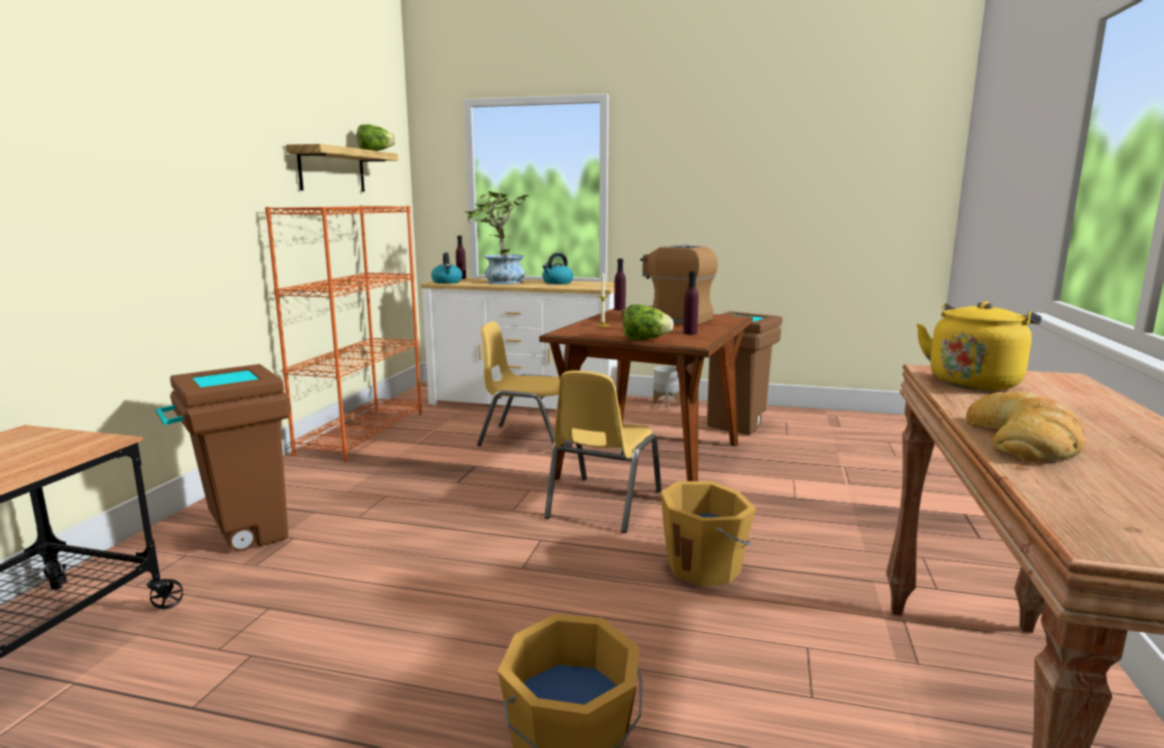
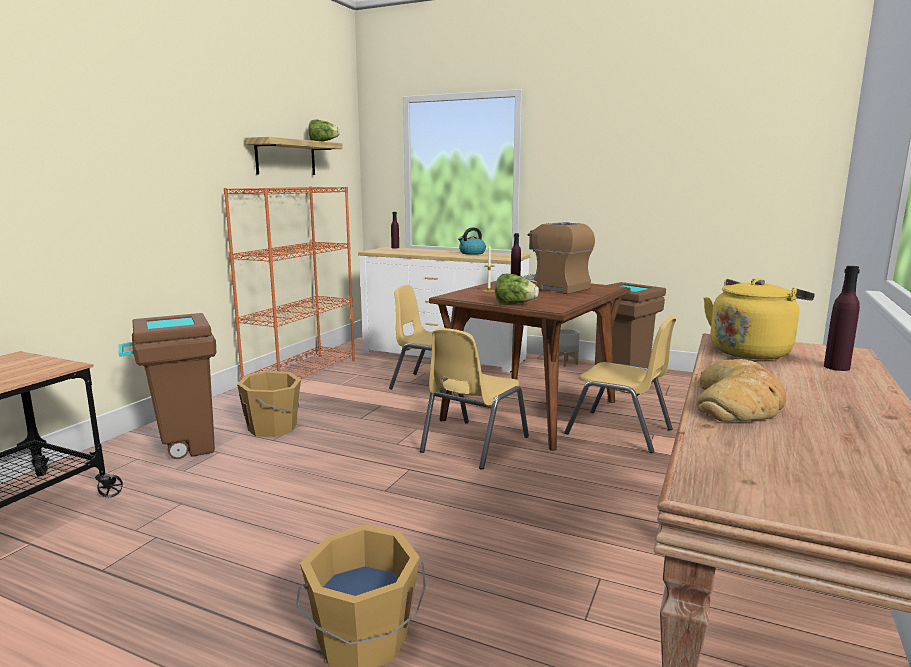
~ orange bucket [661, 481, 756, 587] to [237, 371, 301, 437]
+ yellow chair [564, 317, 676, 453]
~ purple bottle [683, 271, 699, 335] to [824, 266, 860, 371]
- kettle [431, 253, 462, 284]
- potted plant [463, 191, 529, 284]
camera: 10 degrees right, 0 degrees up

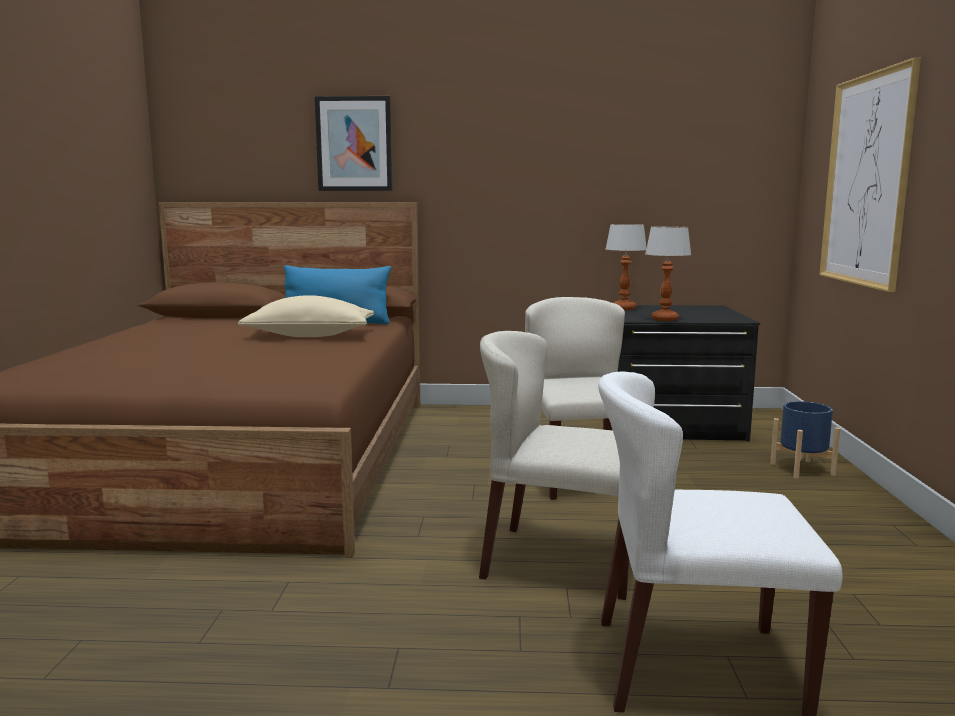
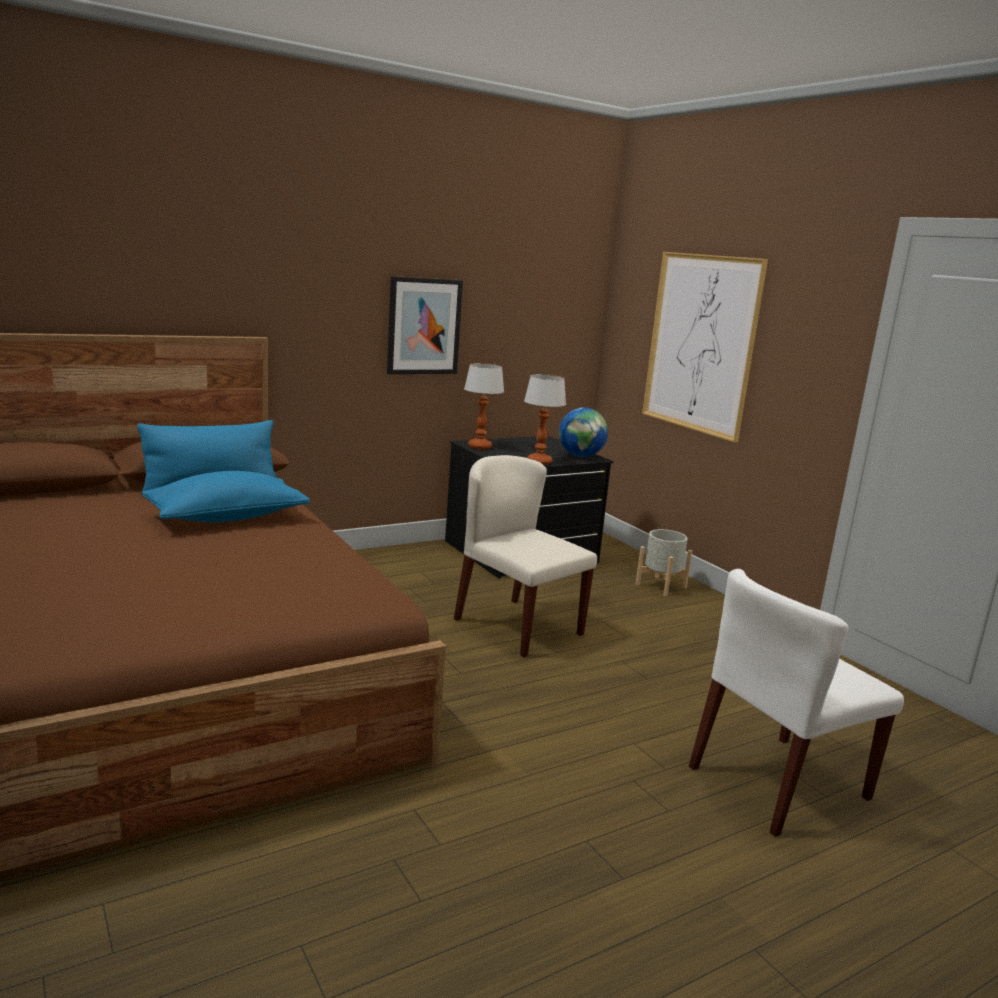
~ beige pillow [238, 295, 374, 337] to blue pillow [142, 471, 310, 522]
~ picture [315, 96, 392, 191] to [387, 276, 463, 374]
+ globe [559, 407, 608, 457]
~ blue planter [770, 401, 840, 479] to grey planter [636, 529, 692, 596]
- beige chair [479, 331, 629, 600]
camera: 35 degrees left, 5 degrees up

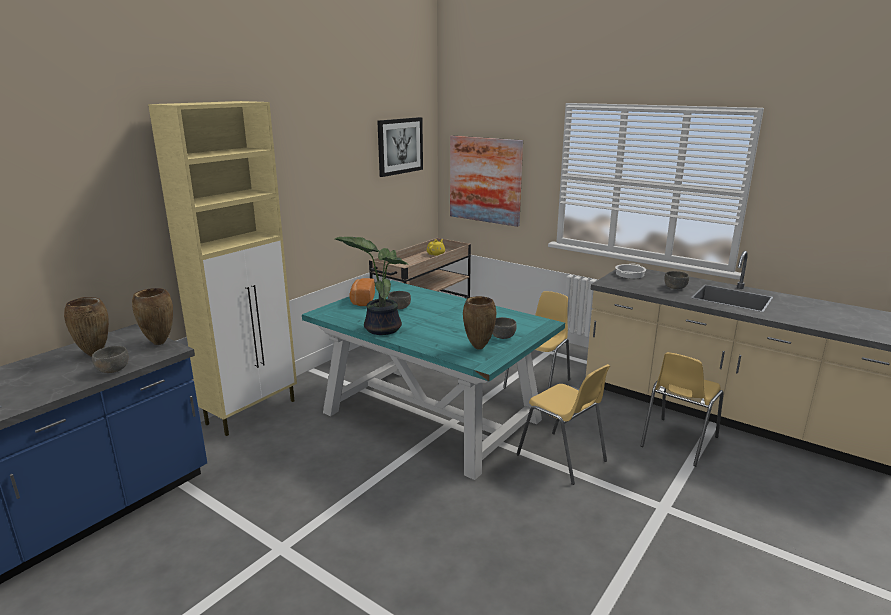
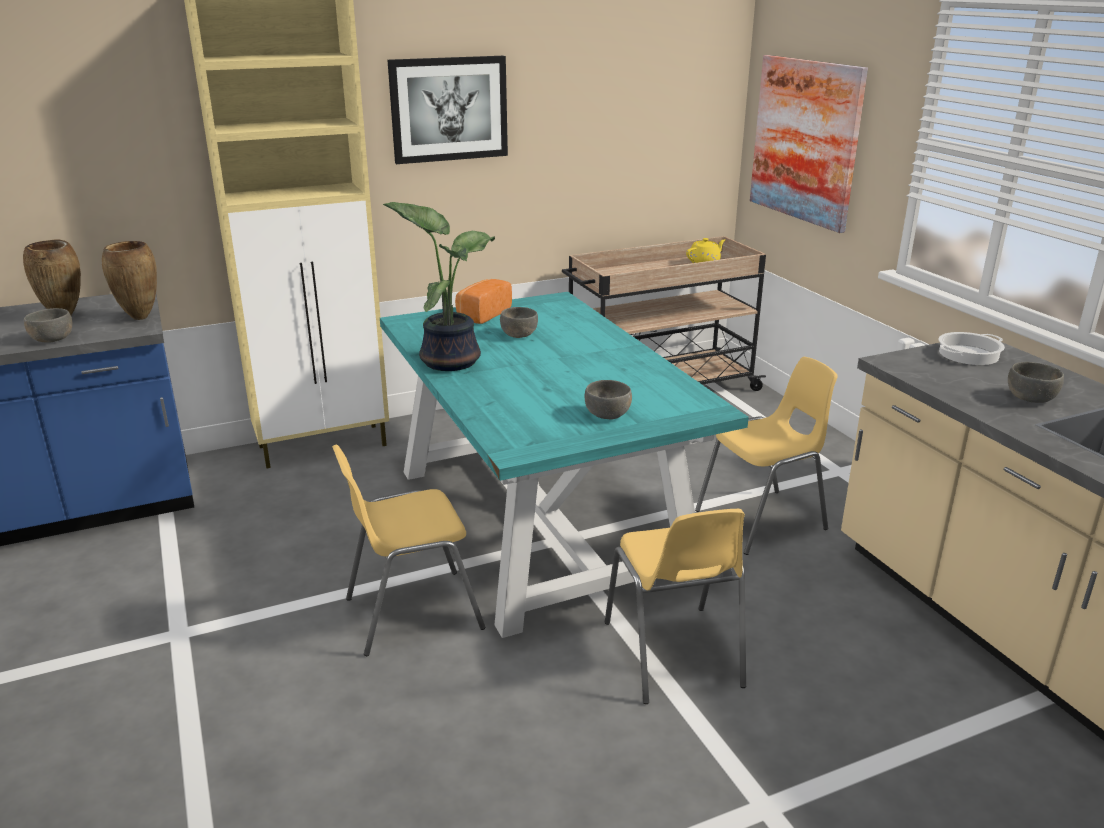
~ yellow chair [641, 352, 724, 466] to [332, 445, 485, 656]
~ picture [377, 117, 423, 177] to [388, 56, 508, 164]
- brown vase [463, 296, 496, 350]
camera: 30 degrees right, 5 degrees up

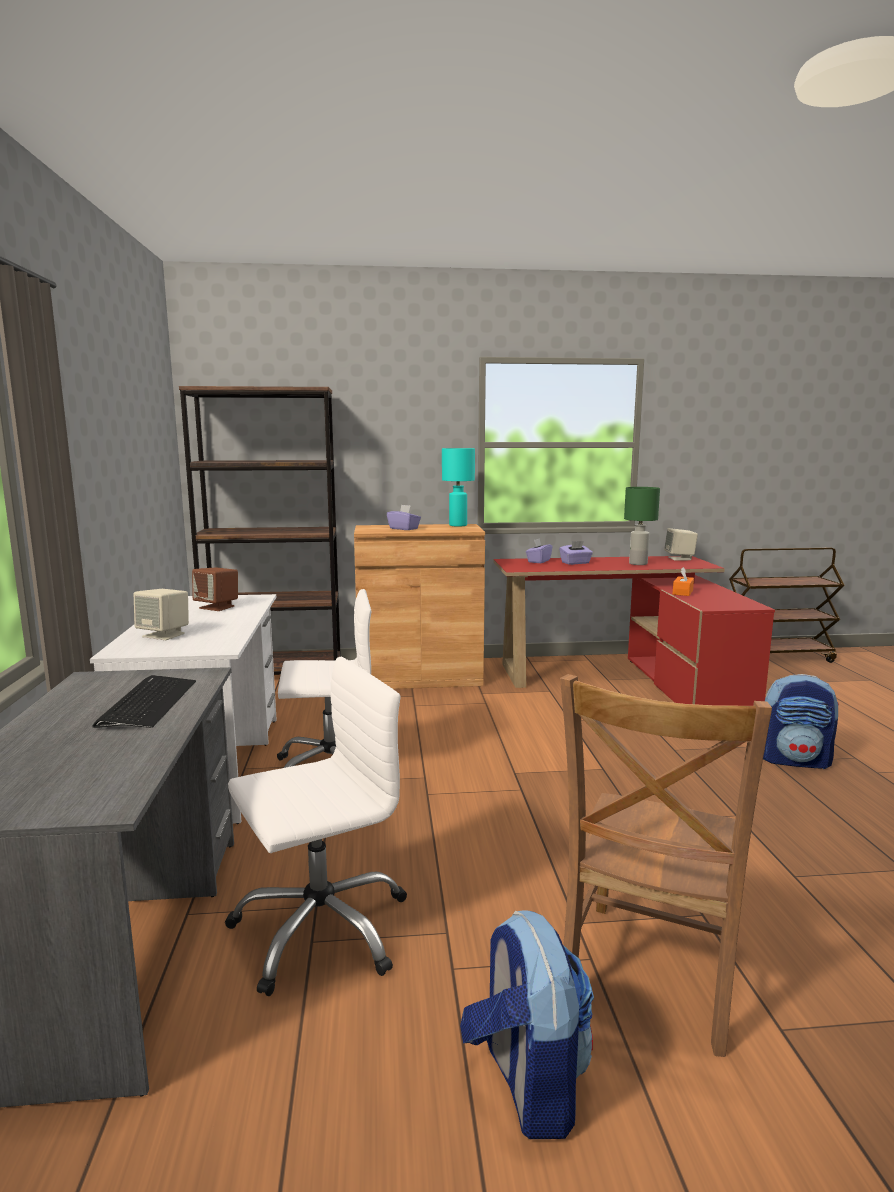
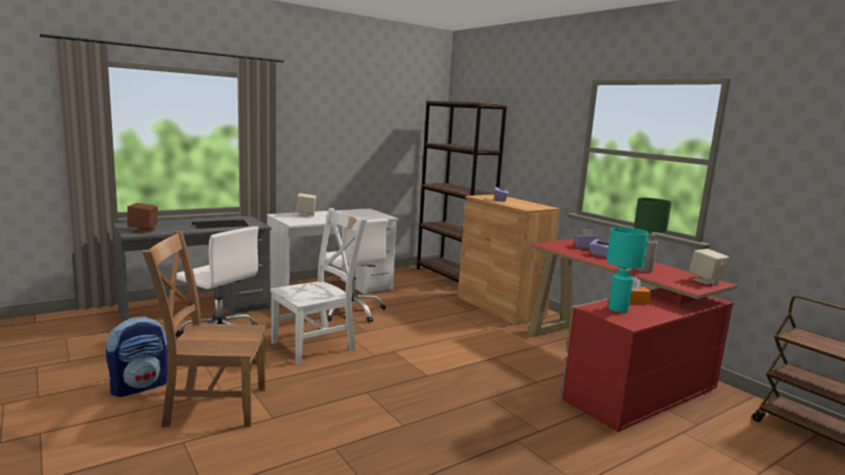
~ brown speaker [192, 567, 238, 611] to [127, 203, 158, 233]
+ white chair [270, 208, 367, 365]
~ turquoise table lamp [442, 448, 475, 527] to [607, 227, 649, 313]
- backpack [763, 674, 839, 769]
camera: 60 degrees right, 0 degrees up

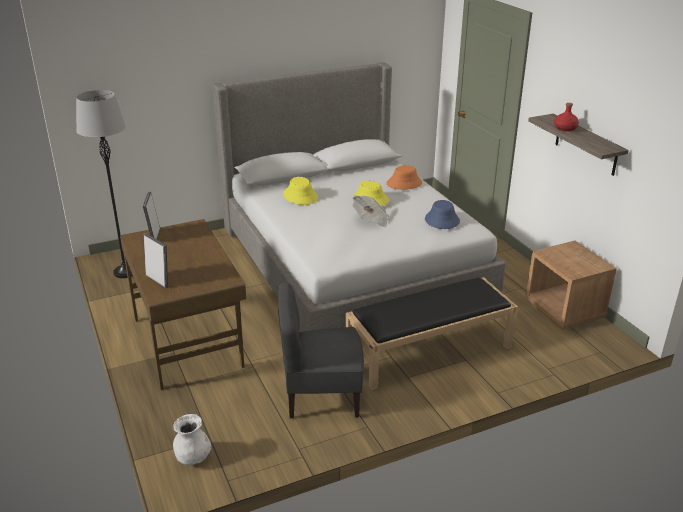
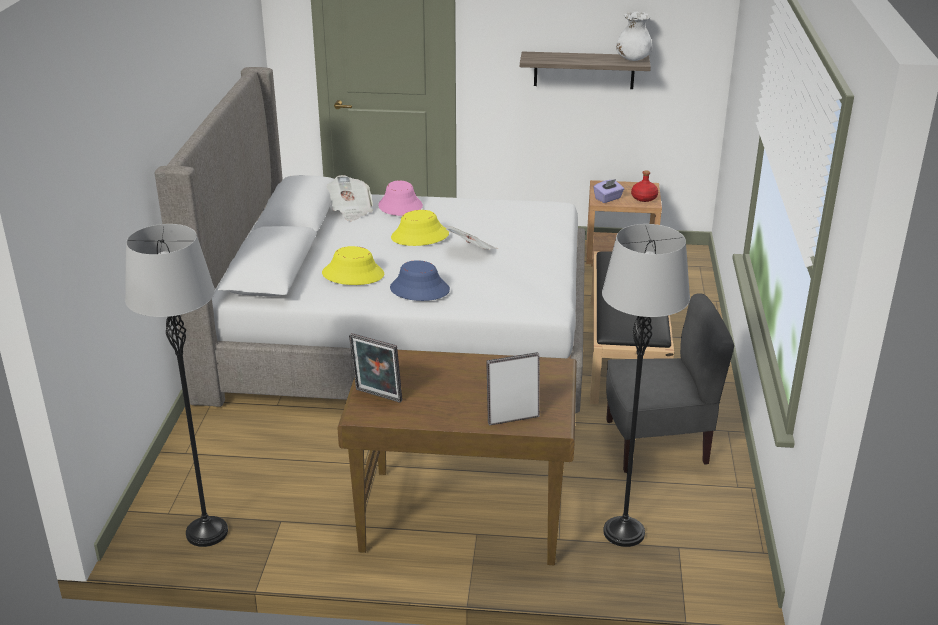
+ newspaper [326, 175, 373, 221]
~ orange hat [387, 165, 422, 190] to pink hat [378, 181, 423, 216]
~ blue hat [425, 200, 460, 229] to [390, 260, 450, 301]
+ purple tissue box [593, 179, 624, 203]
+ grey floor lamp [602, 224, 690, 547]
~ grey chair [278, 283, 364, 419] = [606, 293, 734, 473] 120 degrees counterclockwise
~ white vase [173, 414, 211, 465] to [616, 12, 653, 61]
~ red bottle [554, 103, 579, 131] to [631, 170, 658, 202]
camera: 60 degrees left, 0 degrees up

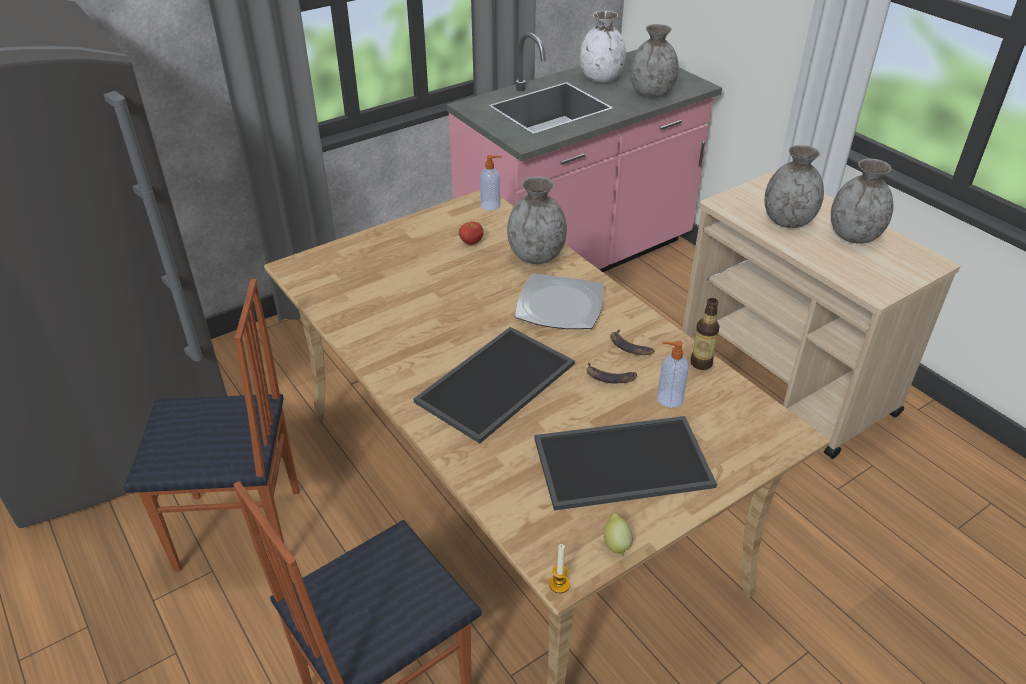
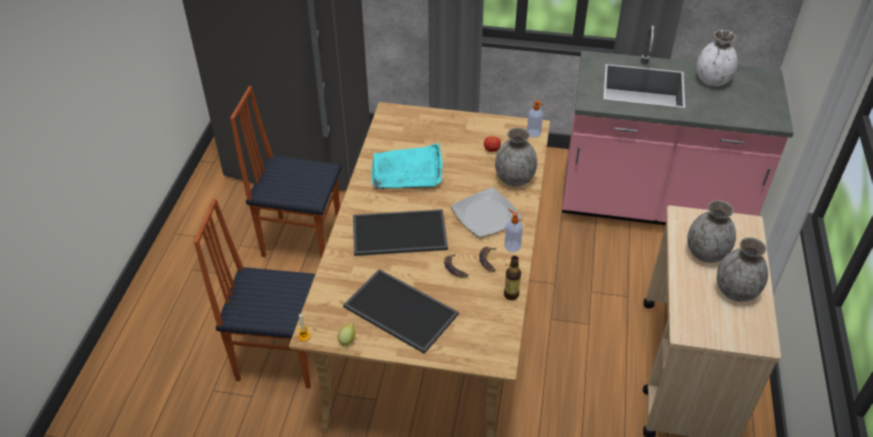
~ chair [124, 279, 299, 572] = [230, 86, 342, 258] 150 degrees clockwise
+ turquoise tray [371, 143, 443, 189]
~ soap dispenser [657, 341, 689, 408] to [504, 209, 523, 252]
- grey vase [630, 24, 679, 98]
camera: 45 degrees right, 5 degrees up

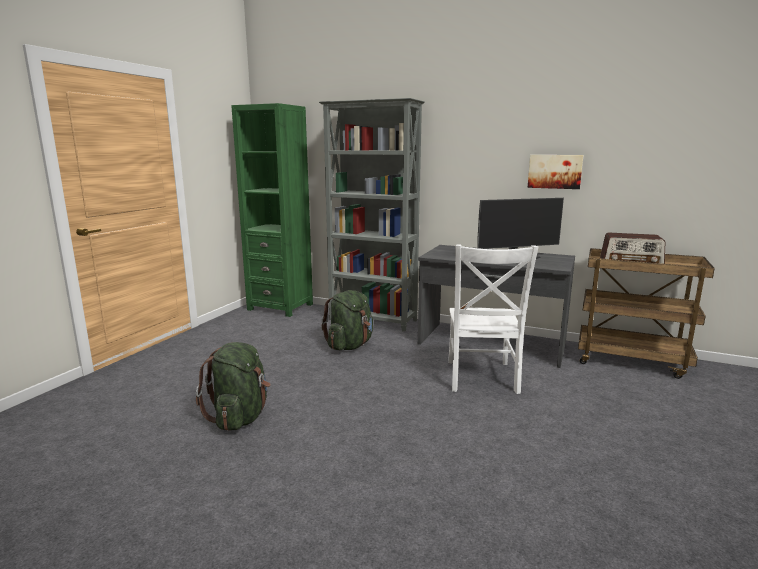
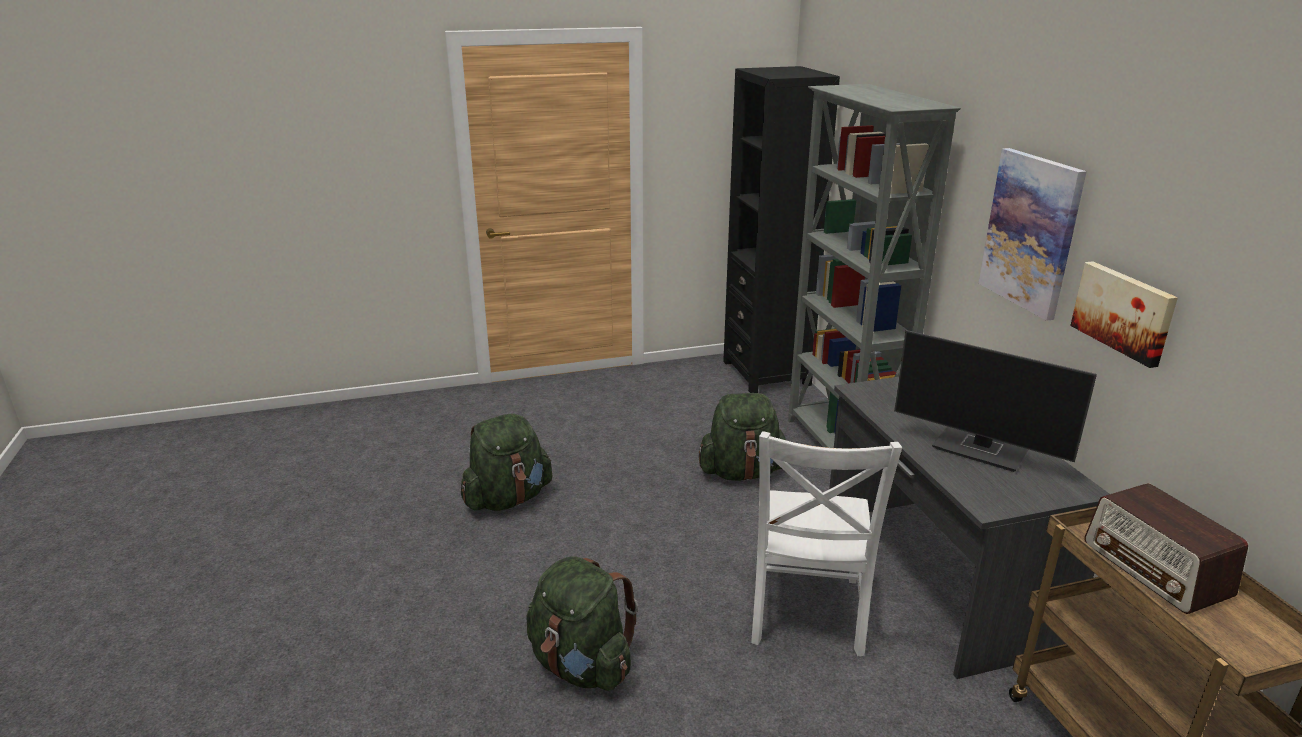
+ green backpack [527, 556, 638, 691]
~ green bookcase [231, 103, 313, 317] to black bookcase [723, 66, 840, 393]
~ white chair [448, 244, 538, 394] = [751, 431, 902, 656] 45 degrees counterclockwise
+ picture [978, 148, 1087, 321]
camera: 50 degrees right, 10 degrees up

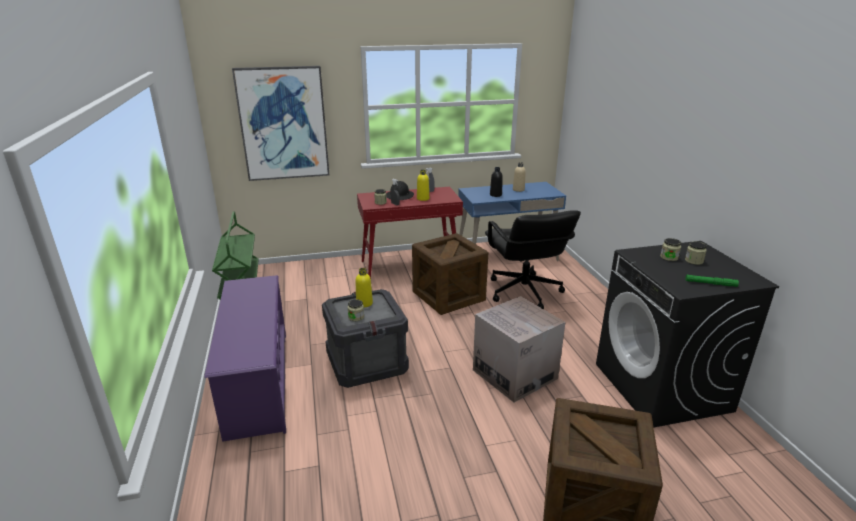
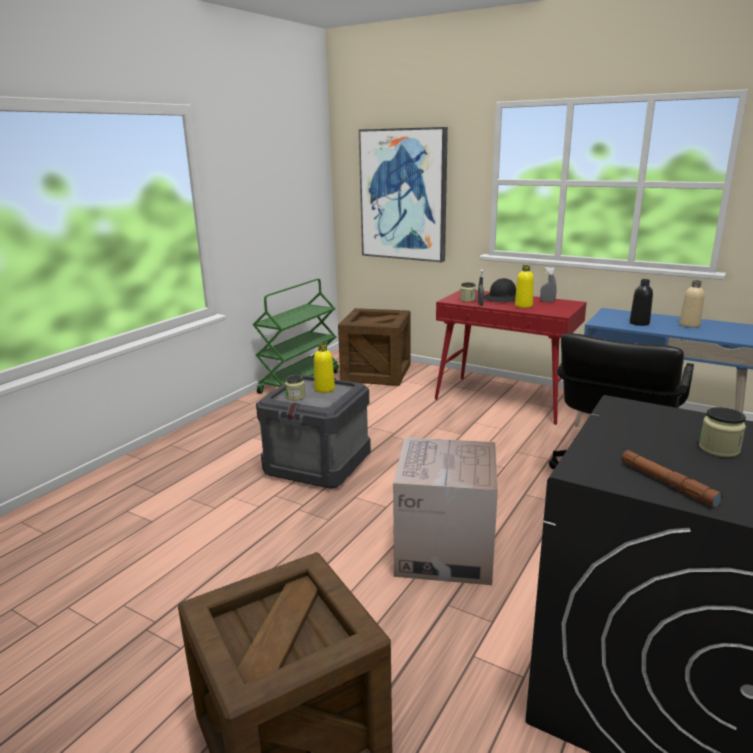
~ crate [412, 233, 488, 315] to [338, 308, 410, 386]
~ green flashlight [686, 275, 739, 287] to brown flashlight [622, 450, 723, 508]
- purple shoe rack [204, 275, 286, 442]
- jar [660, 238, 681, 261]
camera: 45 degrees right, 5 degrees down

